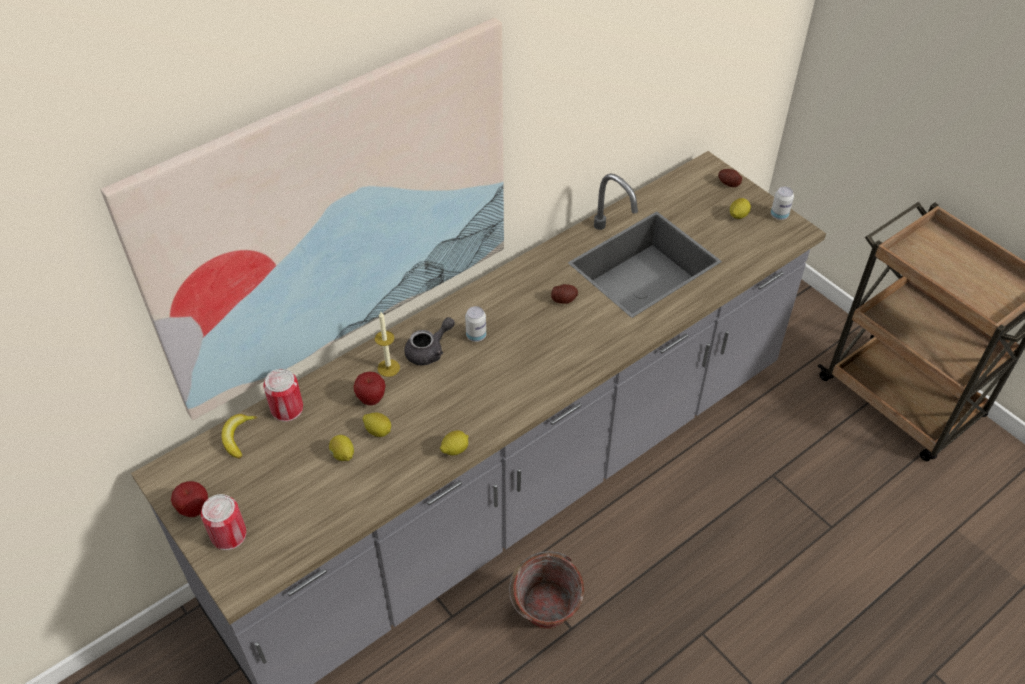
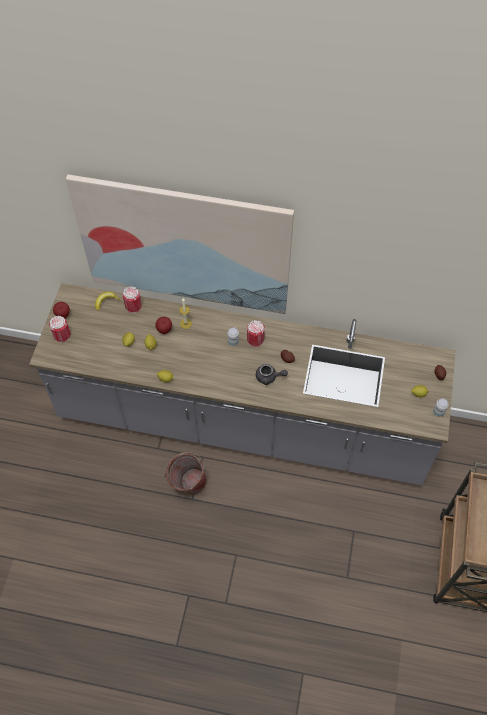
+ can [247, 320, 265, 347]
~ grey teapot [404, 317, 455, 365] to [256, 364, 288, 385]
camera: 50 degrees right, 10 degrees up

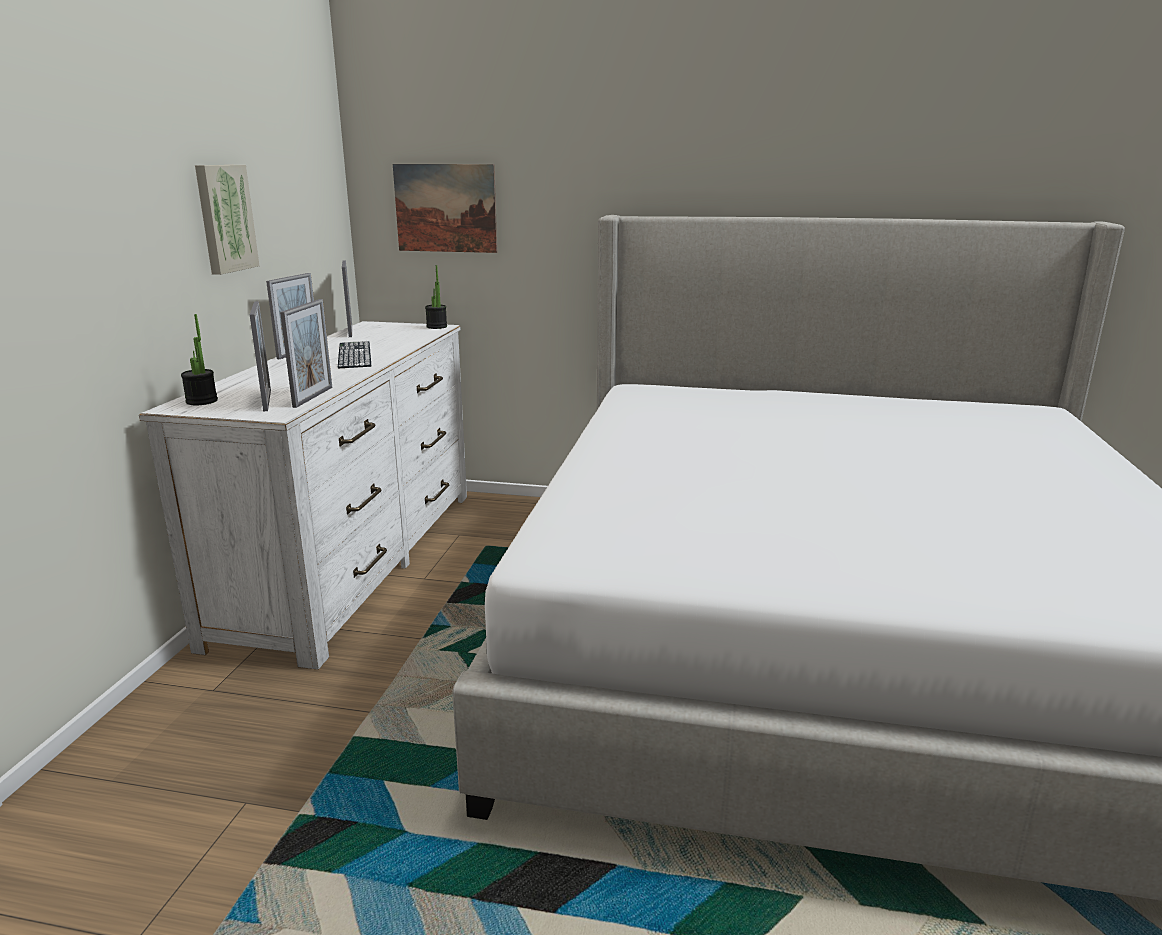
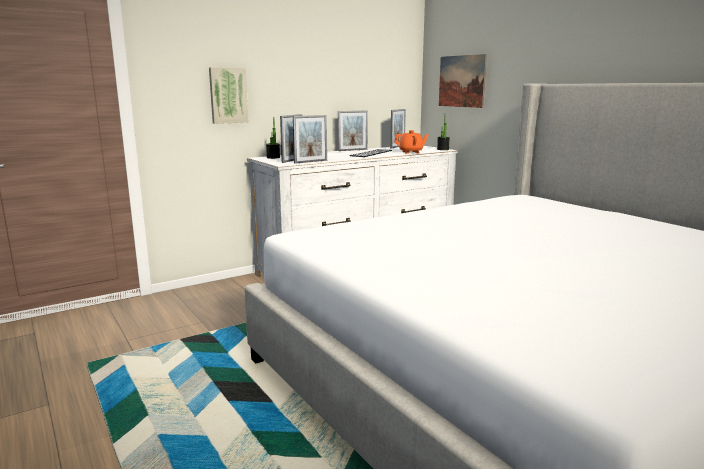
~ picture [195, 165, 260, 275] to [209, 67, 248, 124]
+ orange teapot [394, 130, 429, 153]
camera: 45 degrees right, 5 degrees down

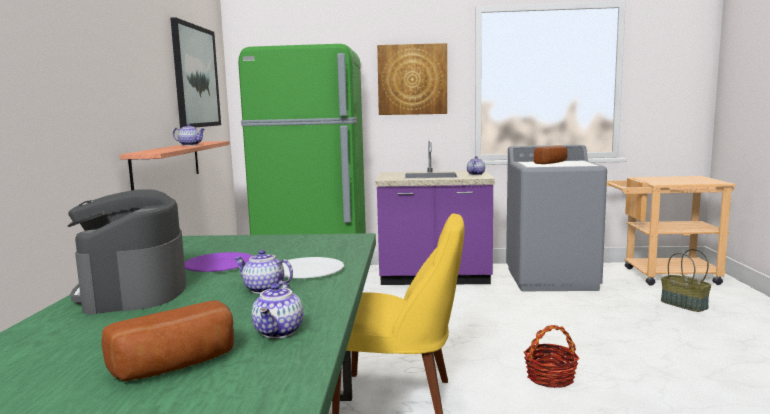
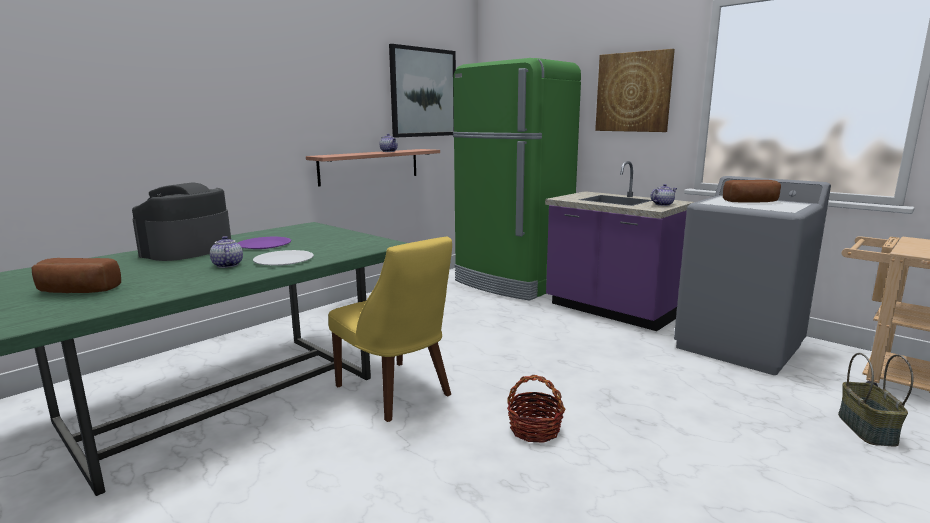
- teapot [252, 283, 303, 338]
camera: 40 degrees right, 5 degrees up

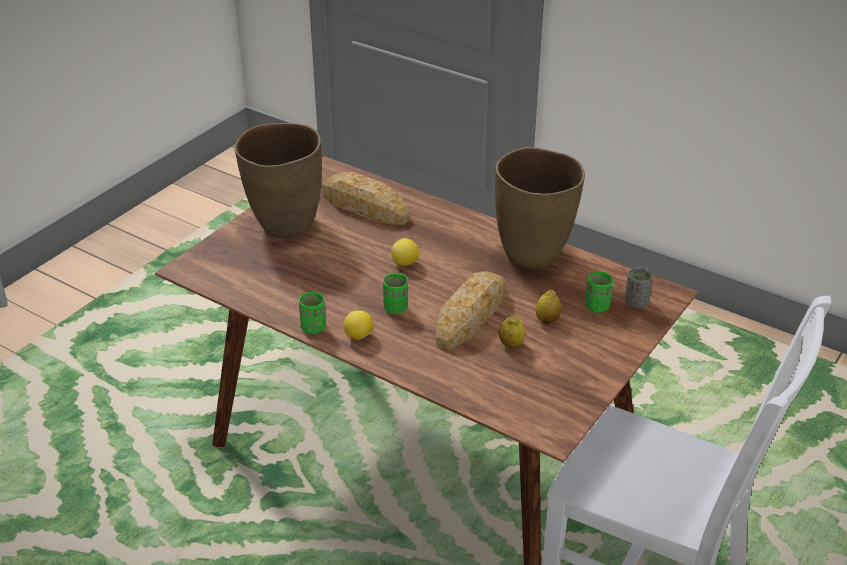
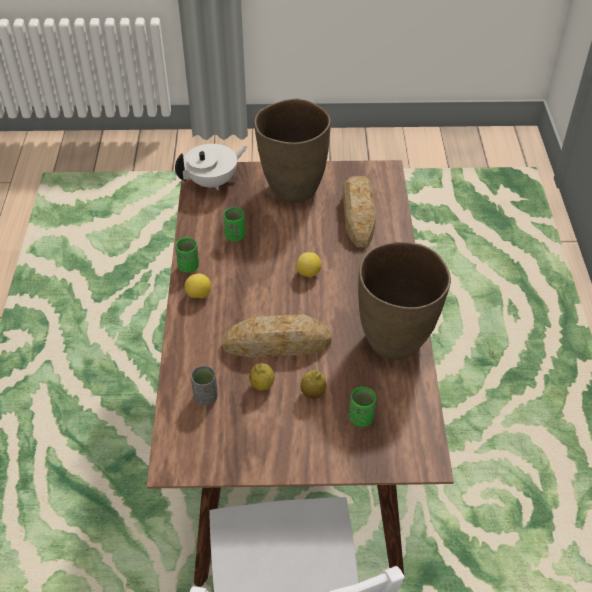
+ white teapot [175, 144, 247, 190]
~ grey cup [625, 267, 653, 308] to [191, 366, 218, 405]
~ green cup [383, 273, 408, 314] to [223, 207, 245, 242]
camera: 55 degrees right, 10 degrees up

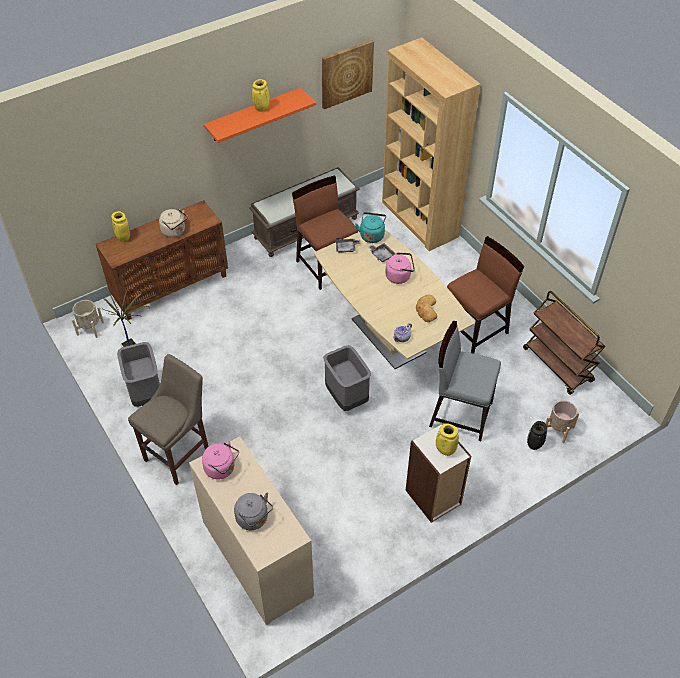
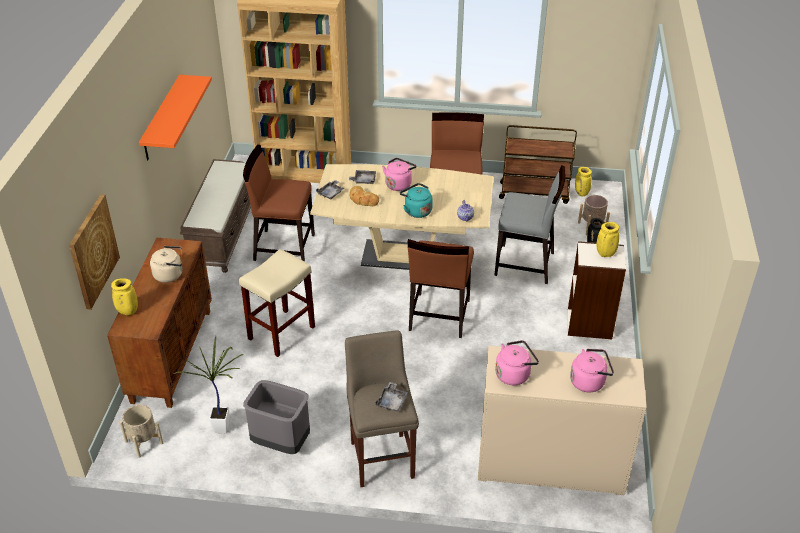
~ picture [322, 40, 374, 109] to [69, 194, 120, 310]
+ beige stool [239, 249, 315, 357]
~ bread [416, 295, 437, 322] to [350, 186, 379, 206]
+ grey tray [376, 382, 408, 412]
~ turquoise kettle [355, 212, 386, 243] to [400, 183, 433, 218]
~ grey trash can [323, 345, 371, 411] to brown chair [408, 239, 474, 338]
~ grey chair [429, 321, 501, 441] = [494, 165, 565, 284] 135 degrees counterclockwise
~ grey kettle [234, 493, 273, 530] to pink kettle [570, 349, 614, 392]
~ yellow vase [252, 79, 270, 112] to [575, 167, 592, 196]
camera: 50 degrees left, 10 degrees down

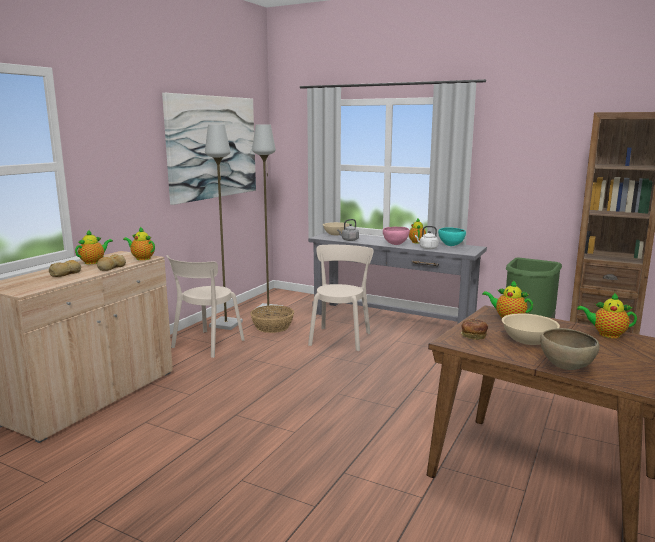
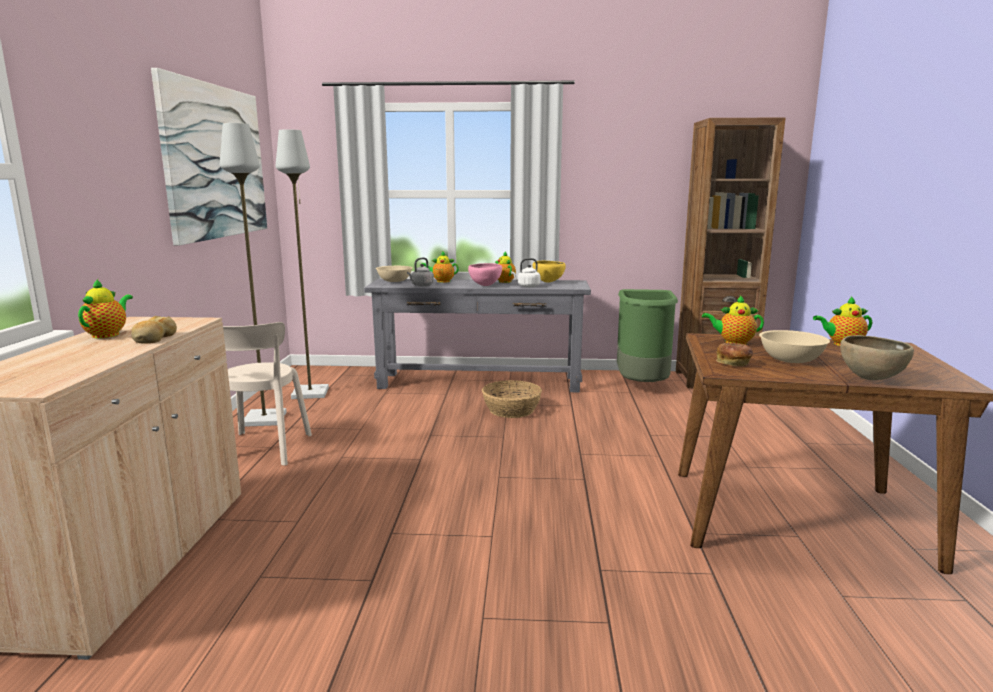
~ teapot [123, 227, 155, 260] to [422, 251, 459, 283]
~ basket [250, 305, 294, 333] to [482, 380, 542, 418]
~ turquoise bowl [438, 227, 466, 246] to yellow bowl [533, 260, 566, 283]
- bread [49, 260, 81, 277]
- beige chair [308, 245, 374, 351]
camera: 25 degrees left, 0 degrees up

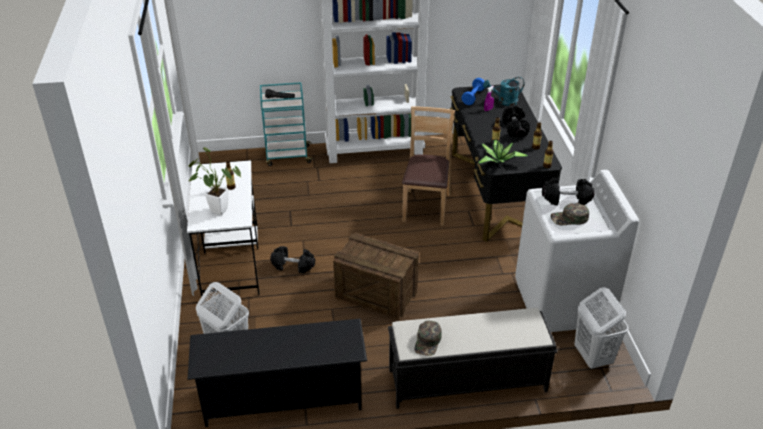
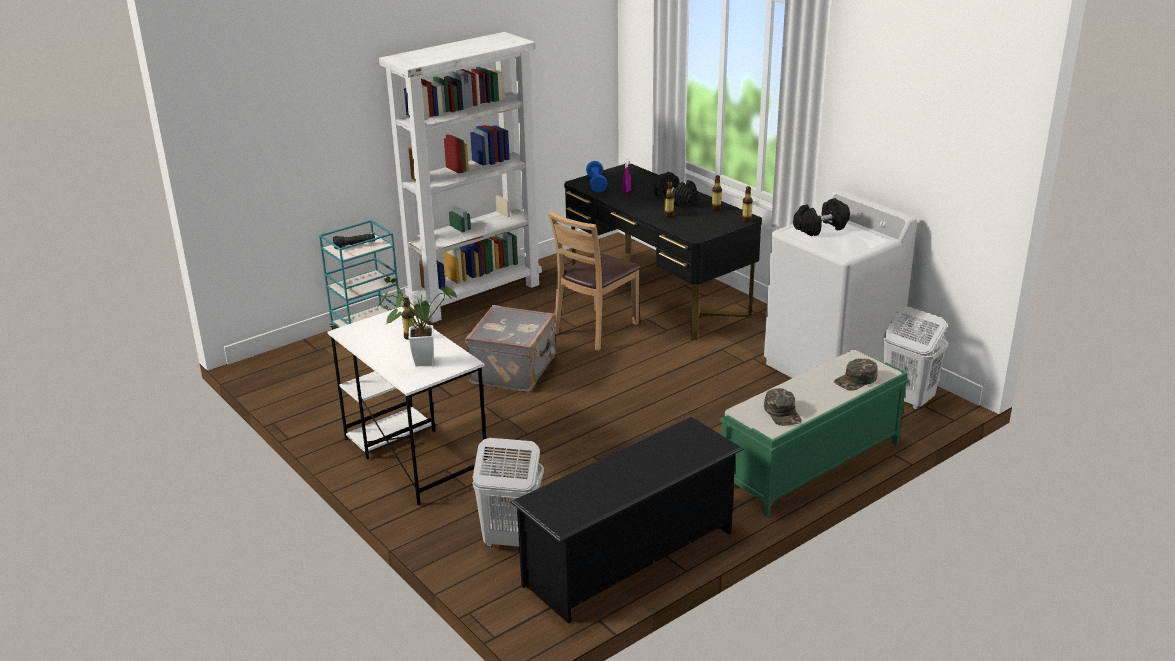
+ grey suitcase [465, 305, 557, 392]
~ brown chair [402, 106, 455, 226] = [548, 211, 641, 351] 120 degrees counterclockwise
~ black bench [388, 308, 557, 409] to green bench [720, 350, 909, 517]
~ green cap [551, 203, 589, 225] to [834, 359, 878, 391]
- black dumbbell [270, 246, 315, 273]
- crate [333, 232, 419, 319]
- potted plant [477, 140, 528, 165]
- turquoise watering can [483, 77, 525, 106]
camera: 30 degrees left, 10 degrees down

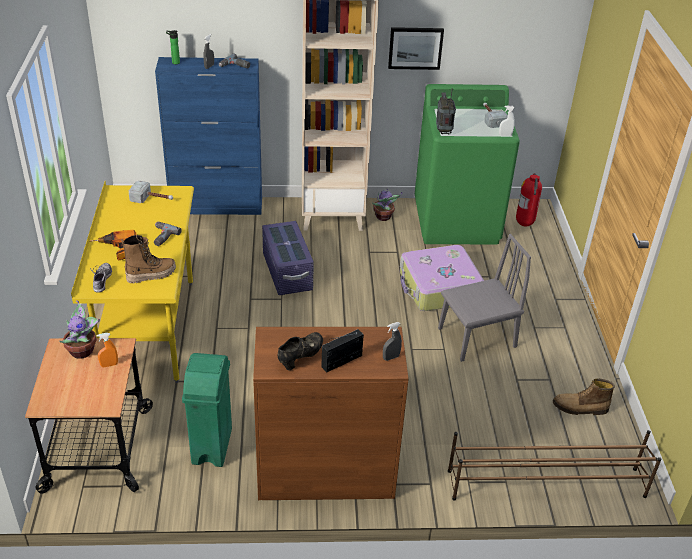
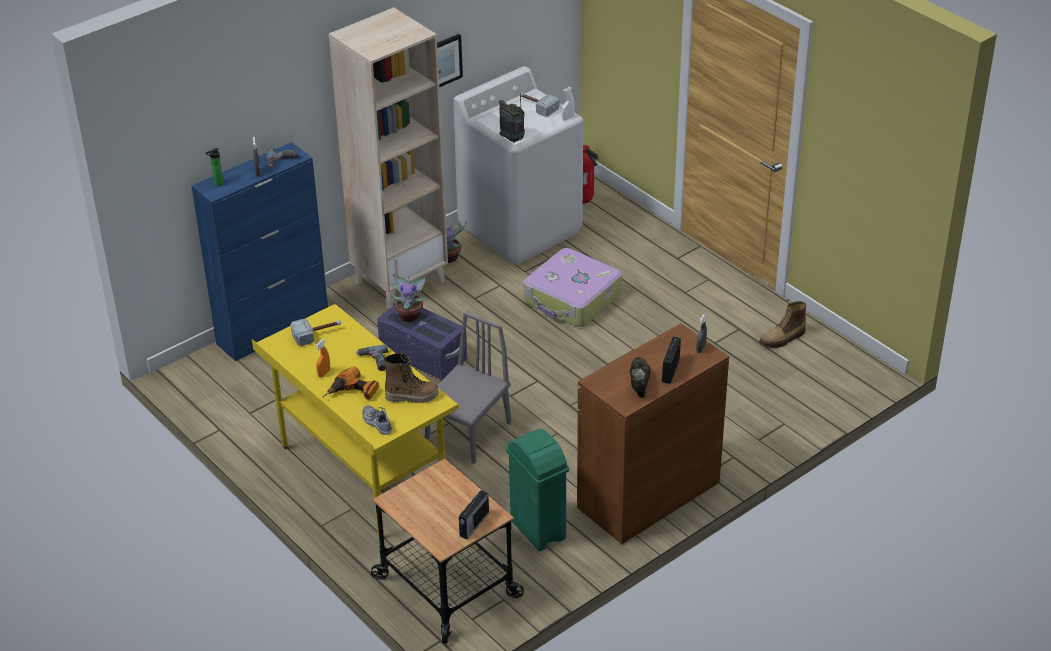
~ orange spray bottle [96, 333, 118, 367] to [316, 339, 330, 377]
~ boot [121, 235, 176, 283] = [383, 353, 439, 403] 60 degrees clockwise
~ potted plant [59, 300, 100, 359] to [391, 274, 427, 322]
~ grey chair [438, 234, 531, 362] to [425, 312, 511, 464]
~ green washing machine [415, 84, 520, 244] to white washing machine [454, 66, 583, 265]
+ radio [459, 489, 489, 539]
- brown shoe rack [448, 430, 661, 501]
camera: 35 degrees left, 0 degrees up

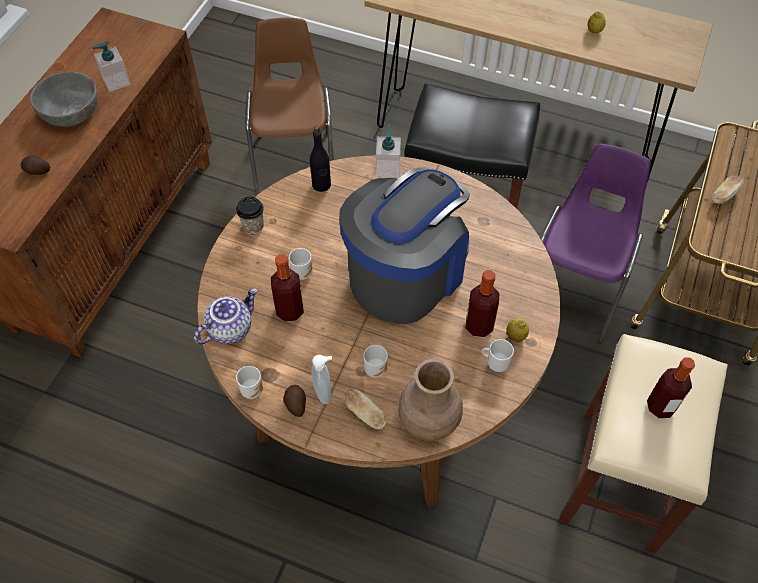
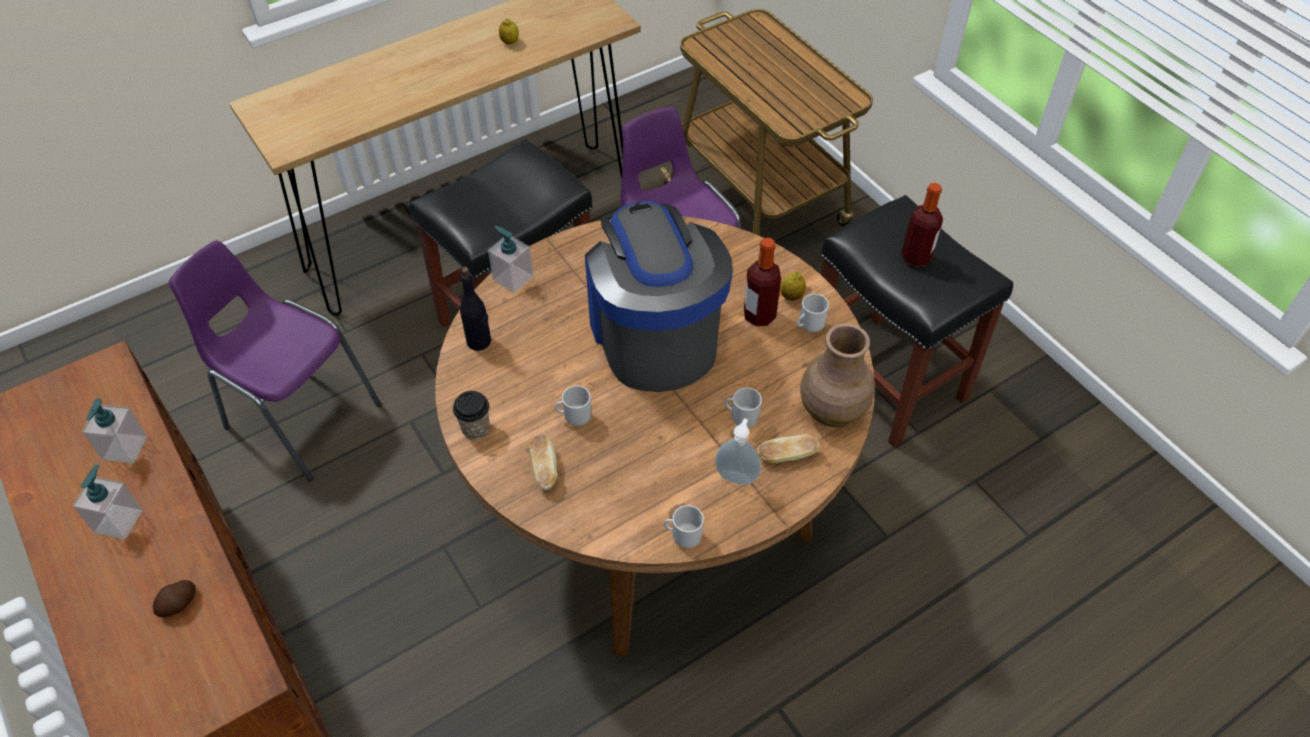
~ grey bowl [30, 72, 98, 127] to soap dispenser [73, 464, 143, 539]
~ brown chair [245, 18, 334, 196] to purple chair [169, 241, 382, 481]
~ bread [712, 175, 744, 204] to [530, 434, 557, 490]
~ beige stool [559, 334, 728, 553] to black stool [821, 195, 1013, 447]
- teapot [194, 288, 257, 345]
- bottle [271, 254, 304, 322]
- potato [283, 385, 306, 417]
camera: 55 degrees left, 5 degrees down

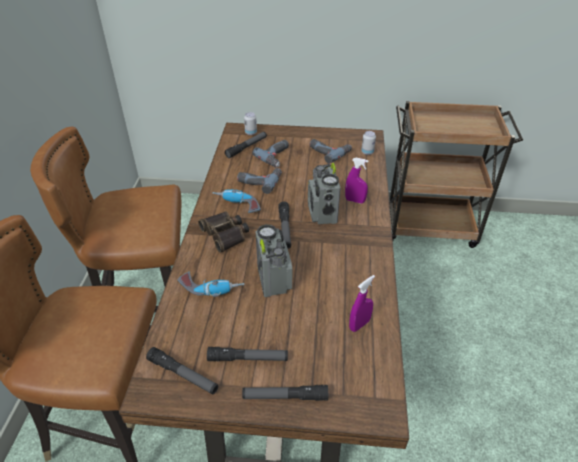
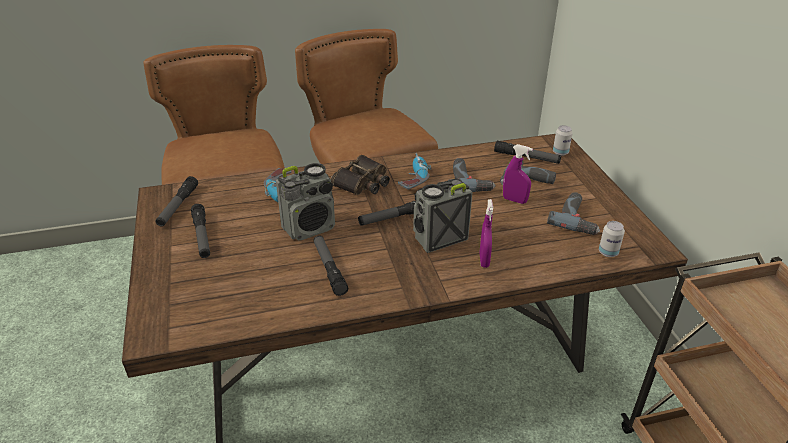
~ flashlight [242, 385, 328, 401] to [313, 235, 348, 296]
~ purple spray bottle [349, 275, 375, 332] to [503, 144, 533, 204]
camera: 70 degrees right, 5 degrees down

